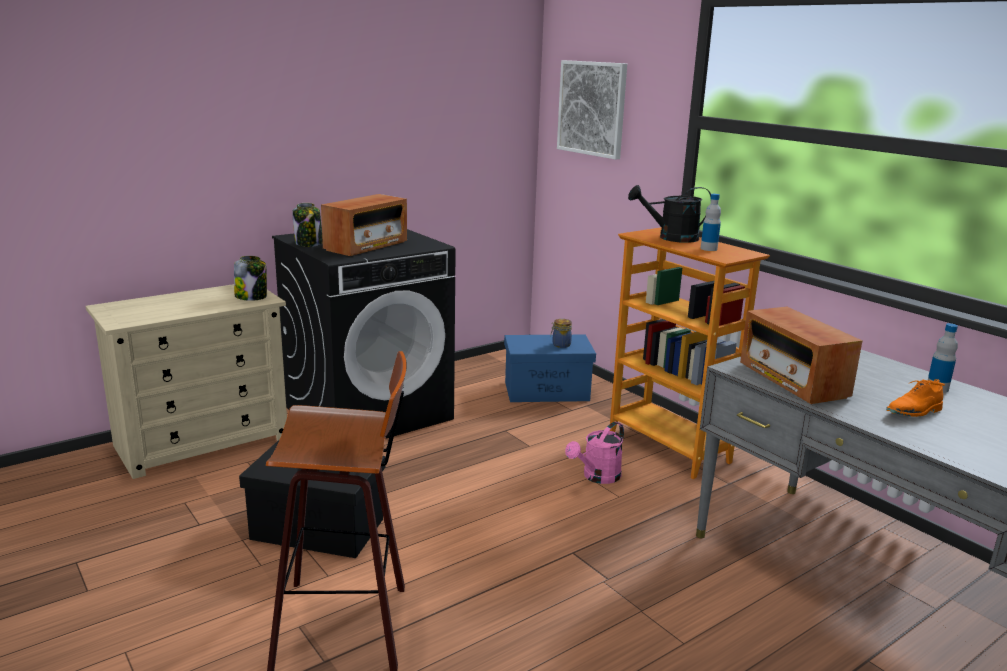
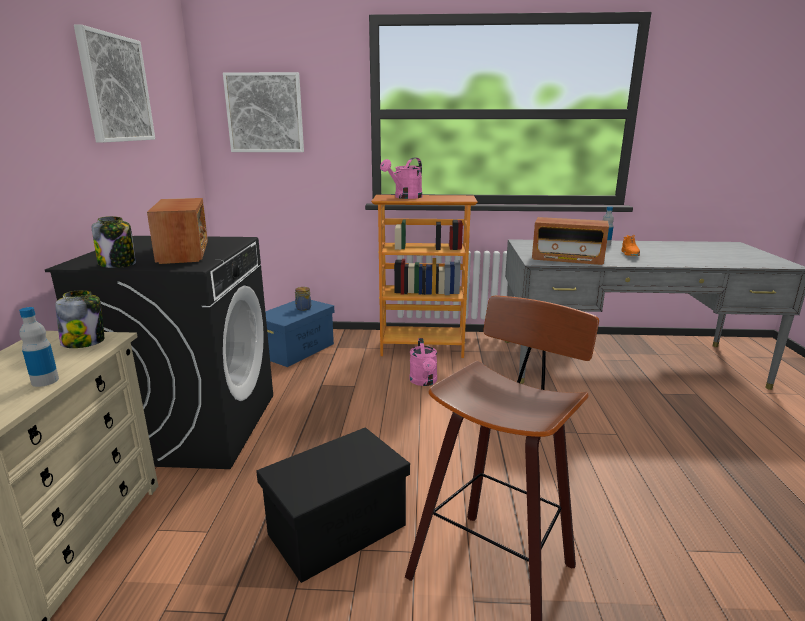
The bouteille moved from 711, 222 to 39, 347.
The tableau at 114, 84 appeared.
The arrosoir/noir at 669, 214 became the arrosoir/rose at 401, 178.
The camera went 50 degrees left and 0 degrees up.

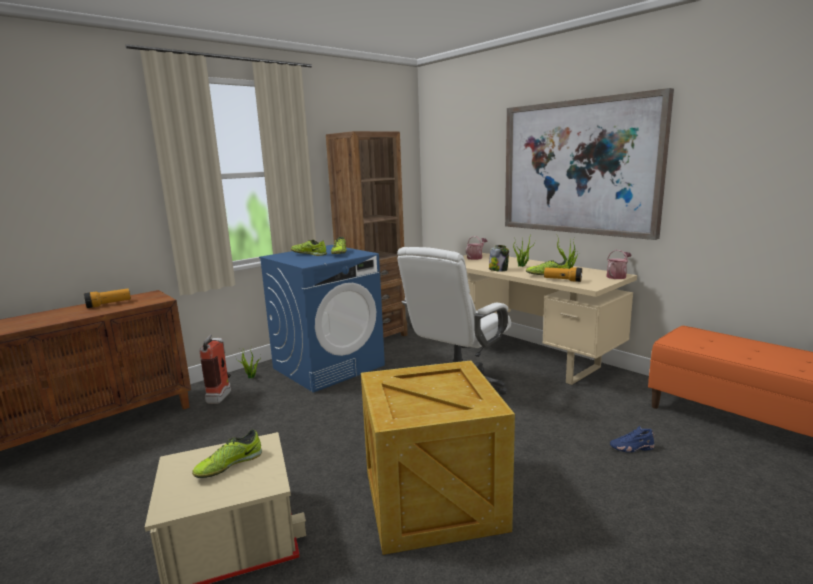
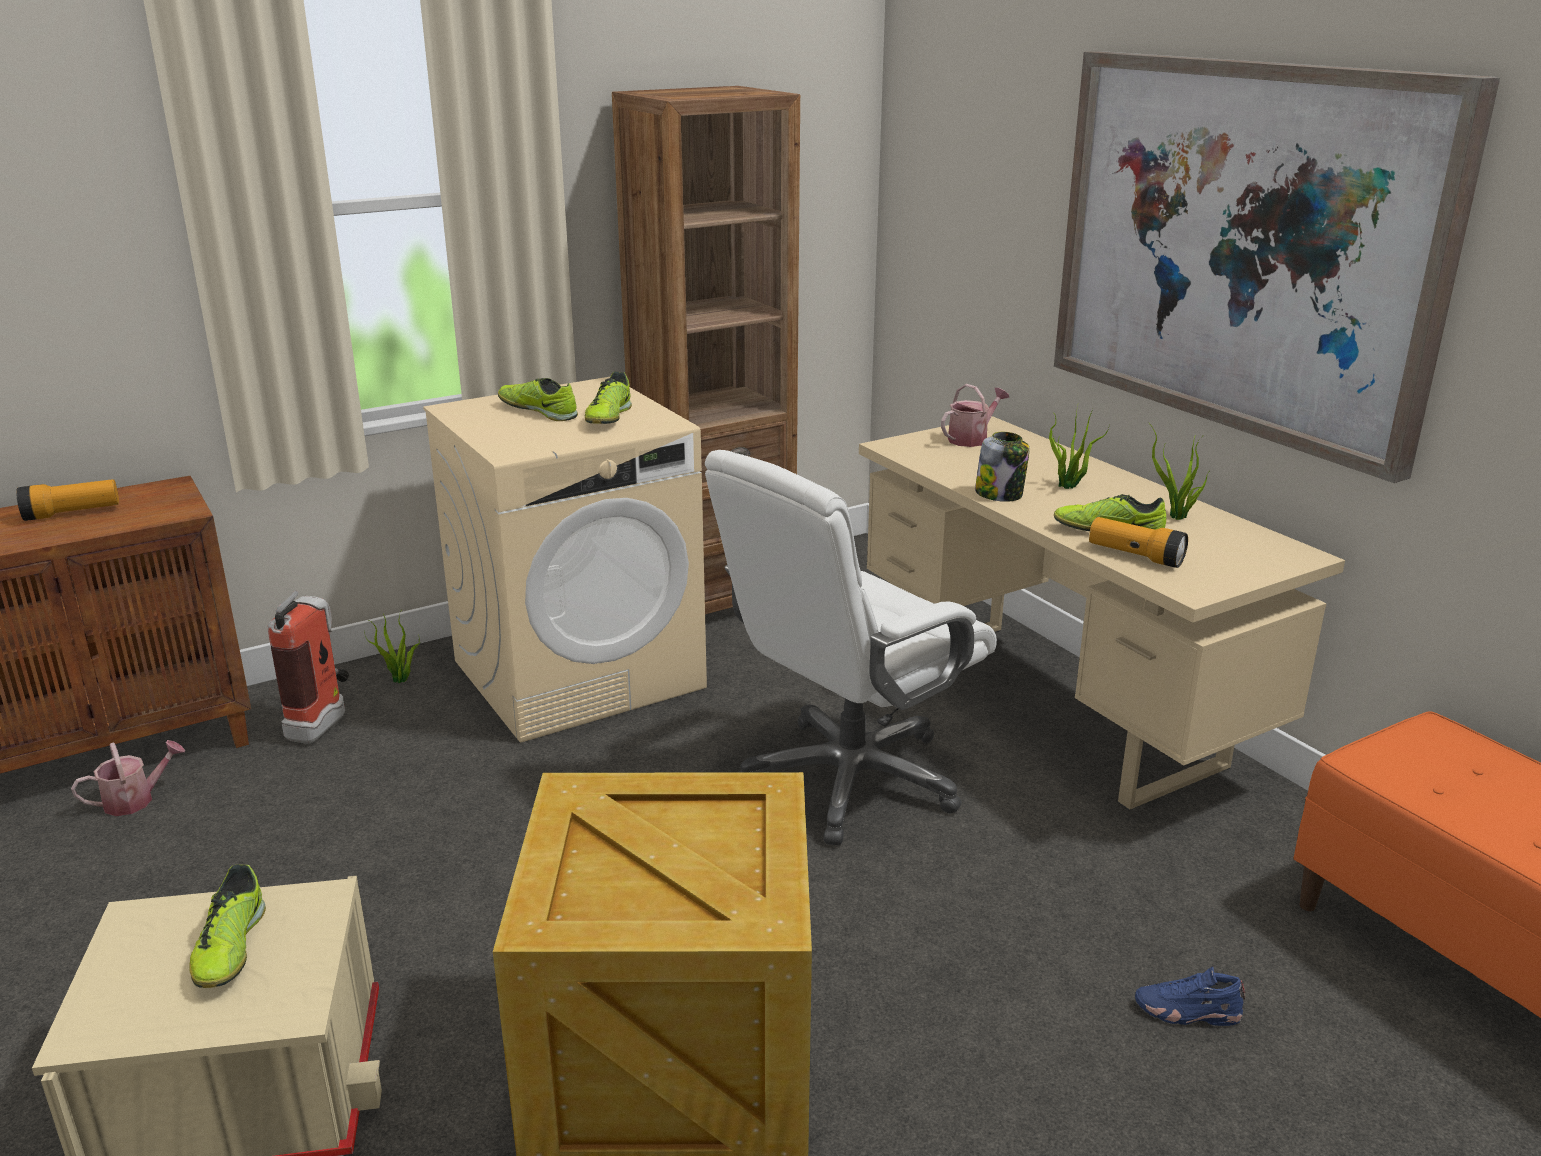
The arrosoir moved from 618, 264 to 128, 778.
The chaussure at 227, 453 turned 60 degrees counterclockwise.
The lave-linge/bleu at 322, 319 became the lave-linge/beige at 565, 560.
The camera went 10 degrees right and 10 degrees up.

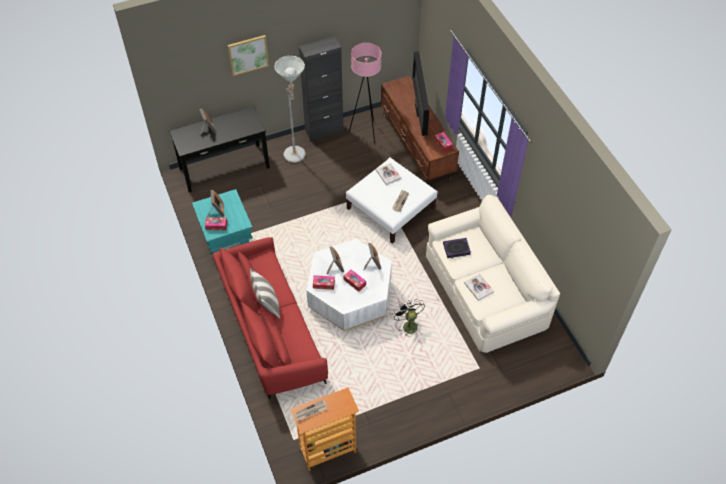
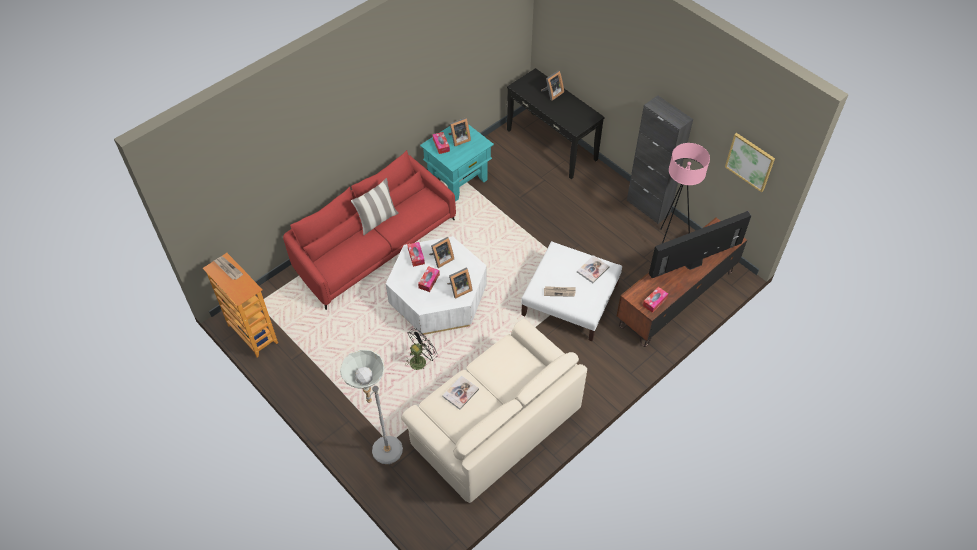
The lampadaire/gris moved from 289, 109 to 371, 407.
The tableau moved from 248, 55 to 750, 162.
The livre at 457, 248 disappeared.
The camera went 70 degrees right and 0 degrees up.

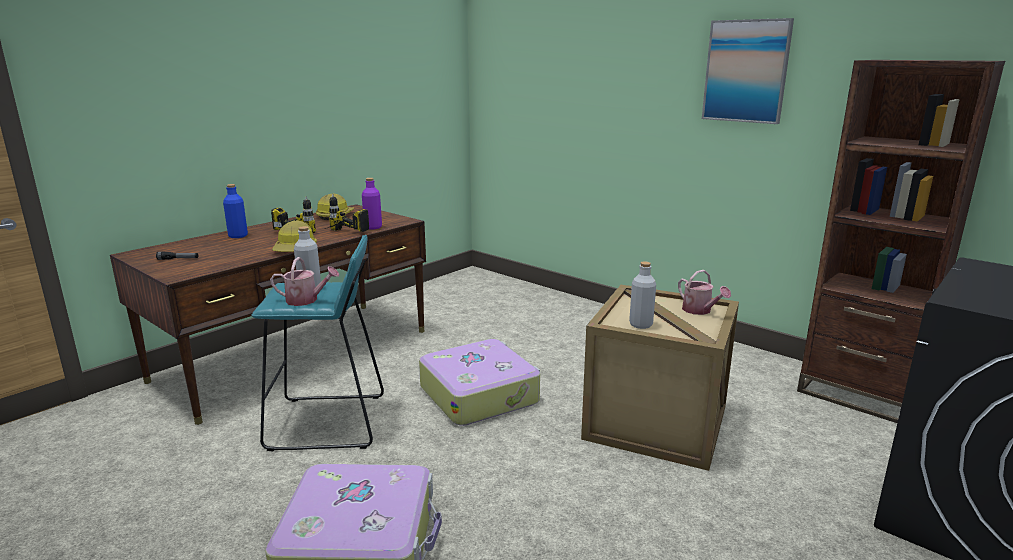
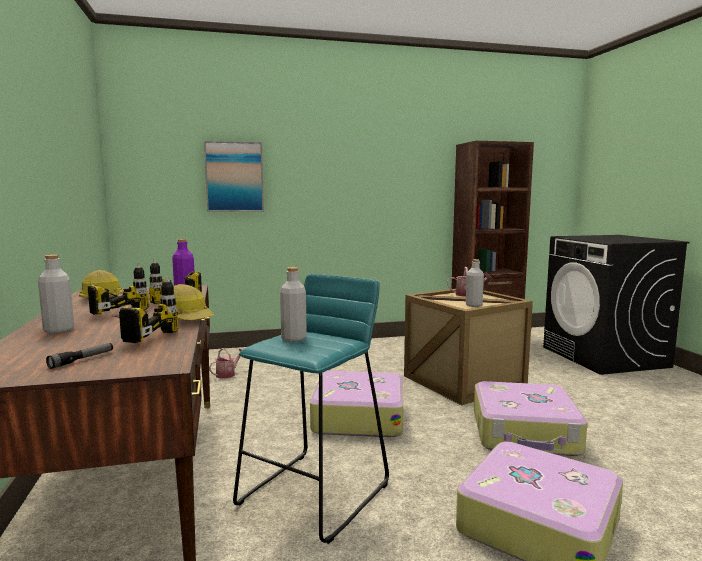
The bouteille/bleu at 235, 211 became the bouteille/gris at 56, 294.
The perceuse at 145, 309 appeared.
The tableau moved from 748, 71 to 234, 176.
The arrosoir moved from 304, 281 to 225, 363.
The valise at 531, 418 appeared.
The camera went 55 degrees left and 10 degrees down.

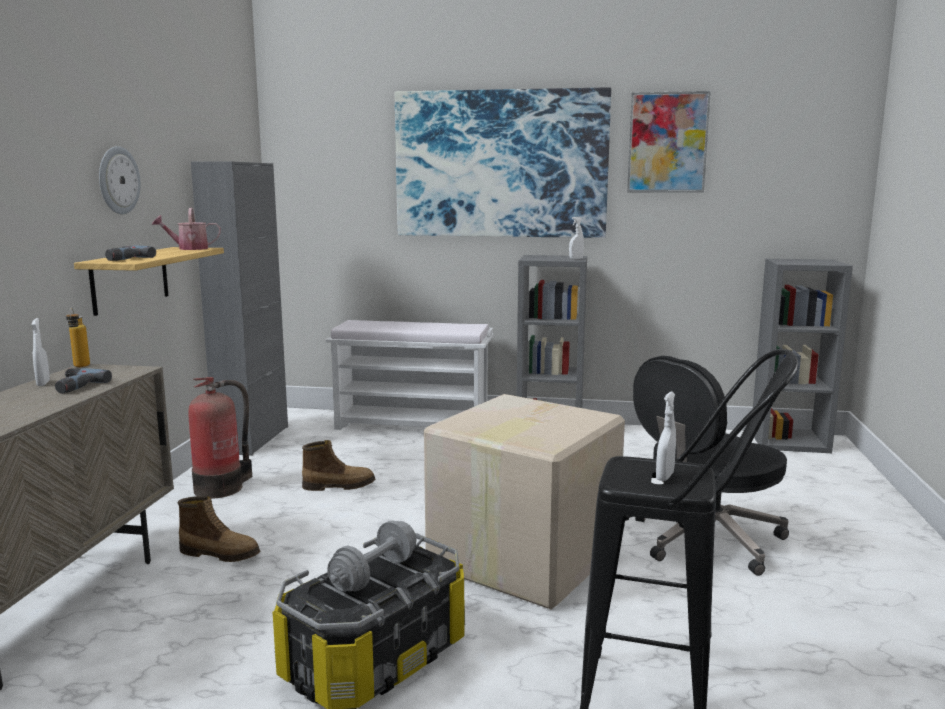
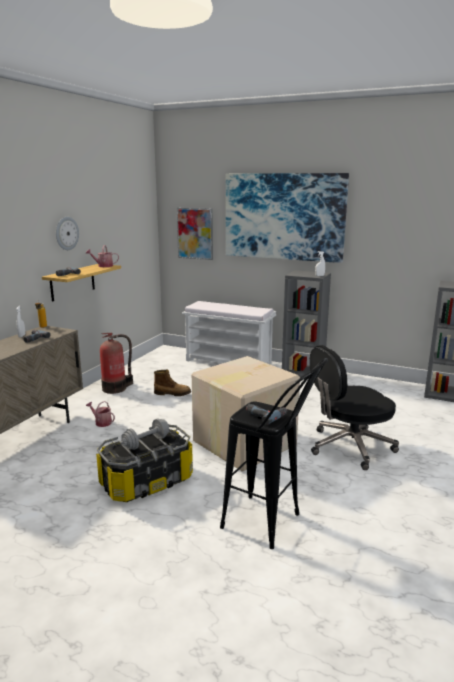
The botte at 218, 529 was replaced by the arrosoir at 100, 414.
The tableau moved from 669, 142 to 195, 234.
The vaporisateur/blanc at 666, 436 was replaced by the perceuse at 266, 414.
The meuble de rangement/gris at 239, 308 disappeared.
The camera went 15 degrees right and 5 degrees up.

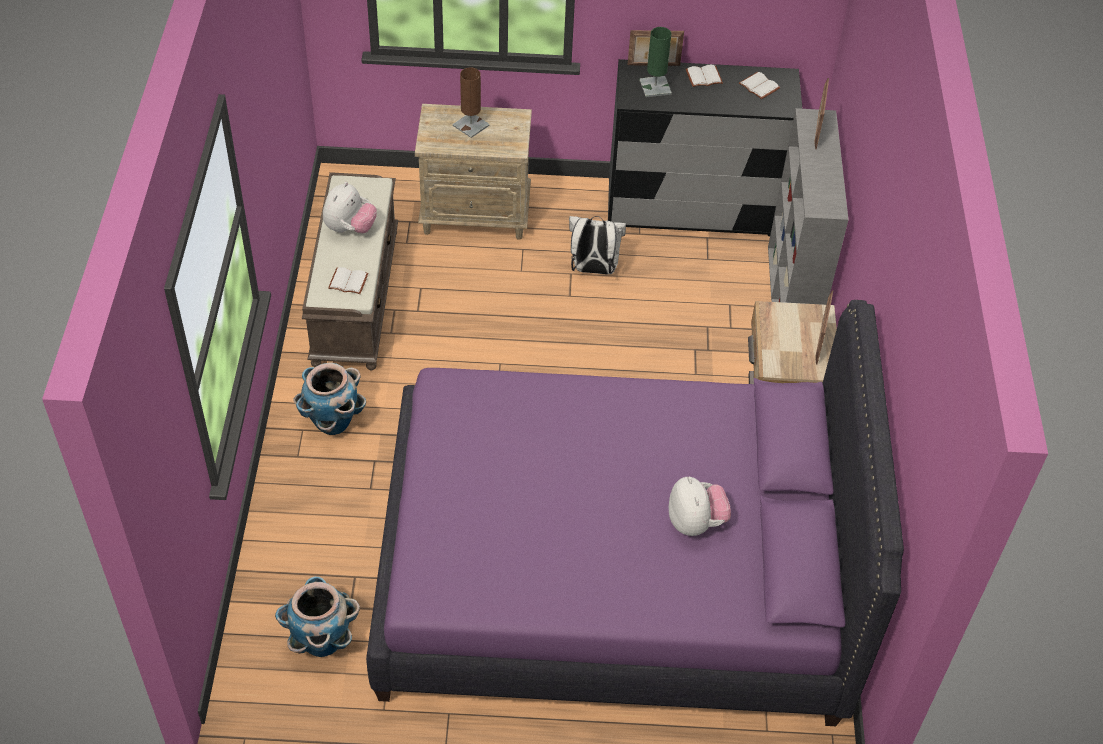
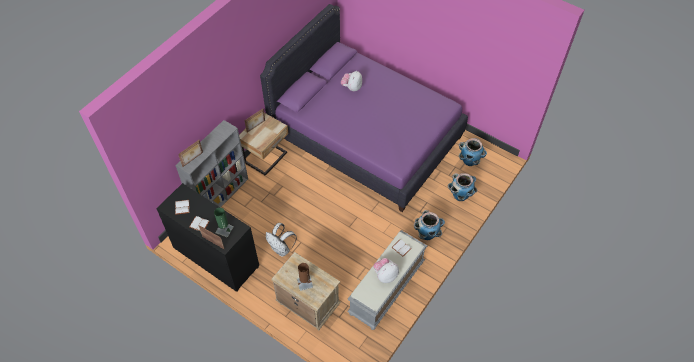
The banc/marron at 350, 271 became the banc/gris at 387, 280.
The cache-pot at 462, 187 appeared.
The camera went 145 degrees left and 5 degrees up.

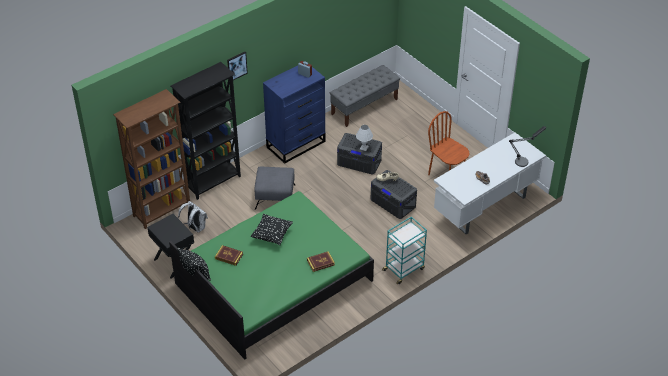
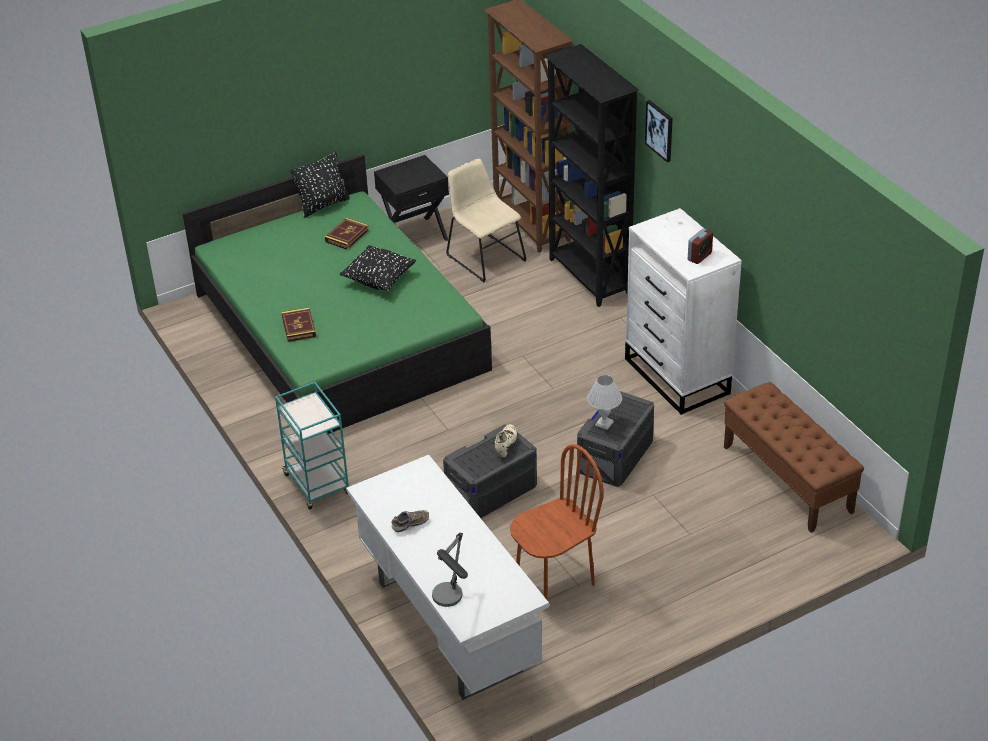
The sac à dos/blanc at 193, 217 was replaced by the chaise/beige at 486, 220.
The commode/bleu at 294, 115 became the commode/blanc at 683, 311.
The banc/gris at 365, 96 became the banc/marron at 794, 457.
The pouf/gris at 274, 188 disappeared.
The camera went 100 degrees right and 5 degrees down.

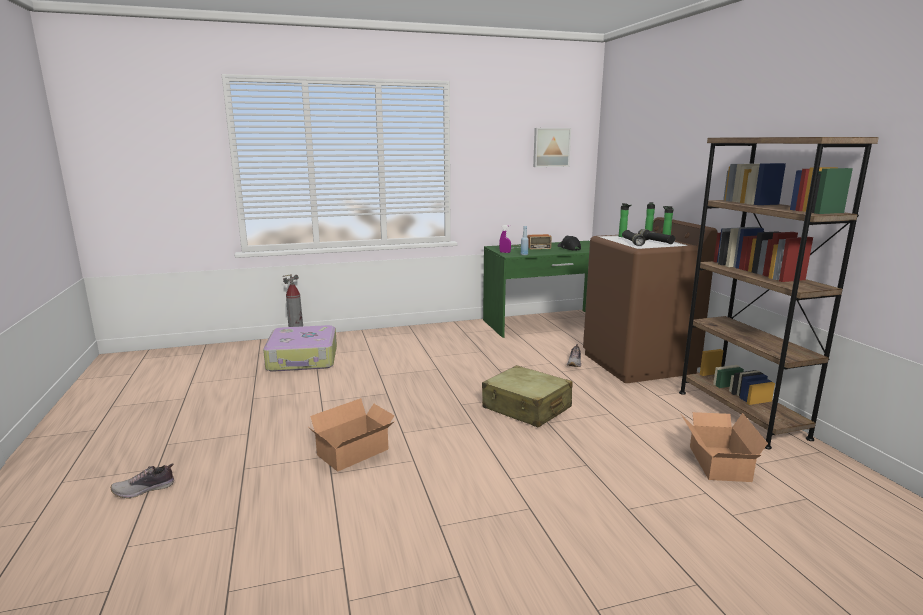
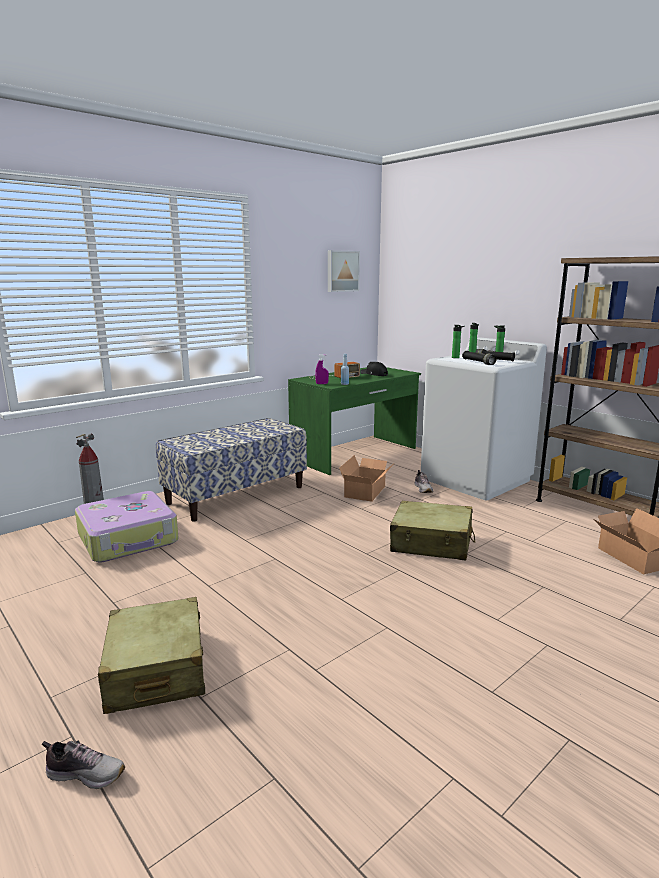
The chaussure at 142, 480 turned 120 degrees counterclockwise.
The valise/beige at 151, 655 appeared.
The banc at 231, 470 appeared.
The carton moved from 352, 434 to 367, 478.
The lave-linge/marron at 650, 300 became the lave-linge/blanc at 484, 419.
The camera went 25 degrees left and 0 degrees up.

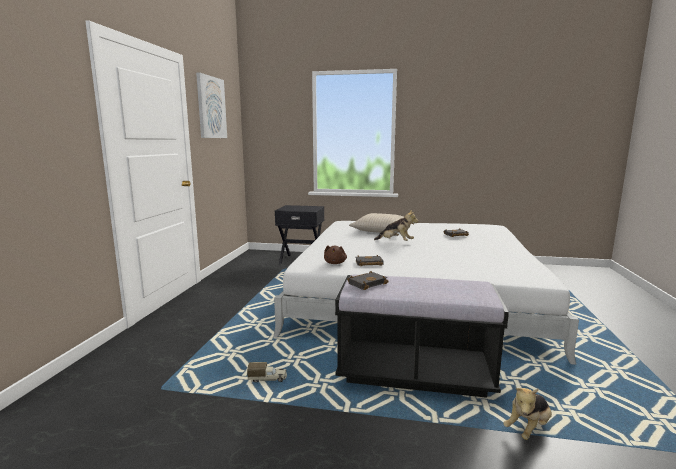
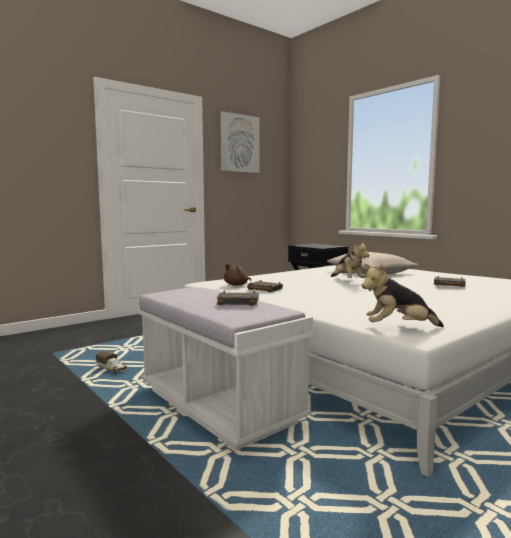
The banc/noir at 422, 336 became the banc/blanc at 225, 369.
The livre/noir moved from 368, 280 to 238, 298.
The peluche moved from 527, 414 to 403, 295.
The camera went 40 degrees right and 5 degrees down.

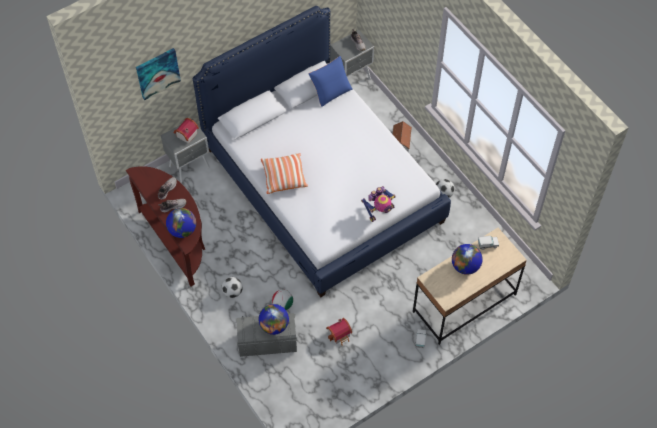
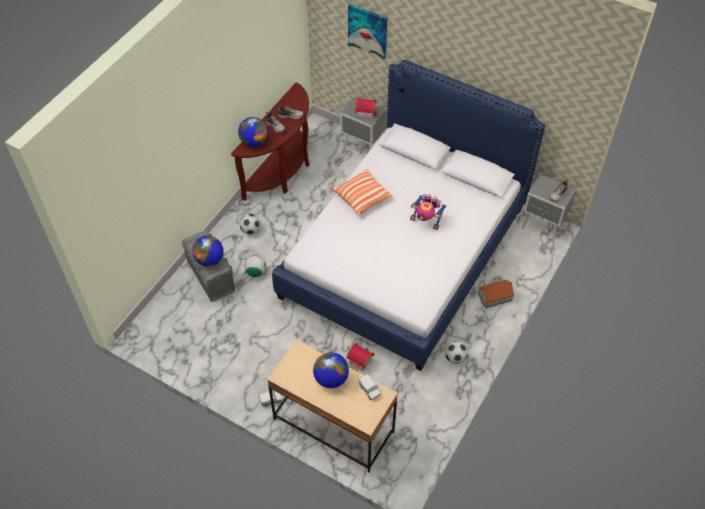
The maison miniature moved from 339, 332 to 360, 357.
The robot jouet moved from 378, 204 to 428, 212.
The coussin/bleu at 330, 81 disappeared.
The camera went 65 degrees right and 5 degrees down.

